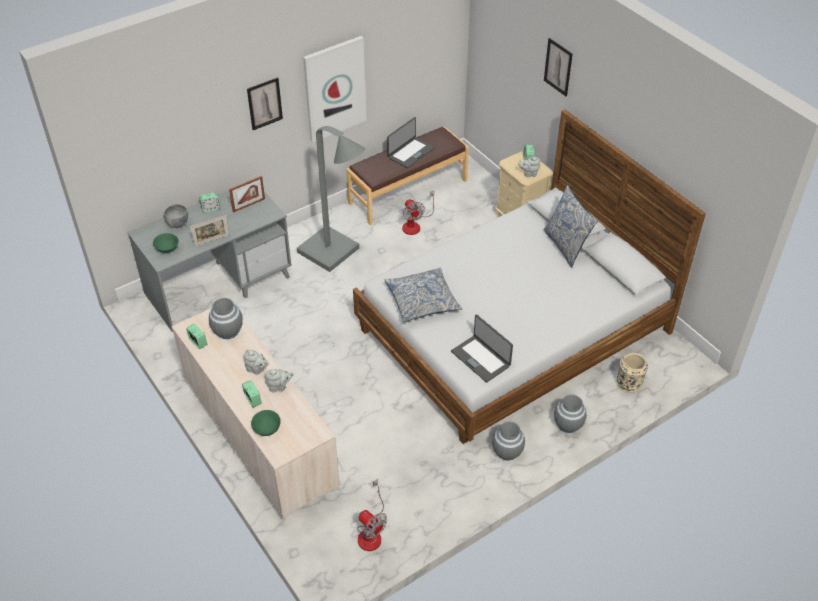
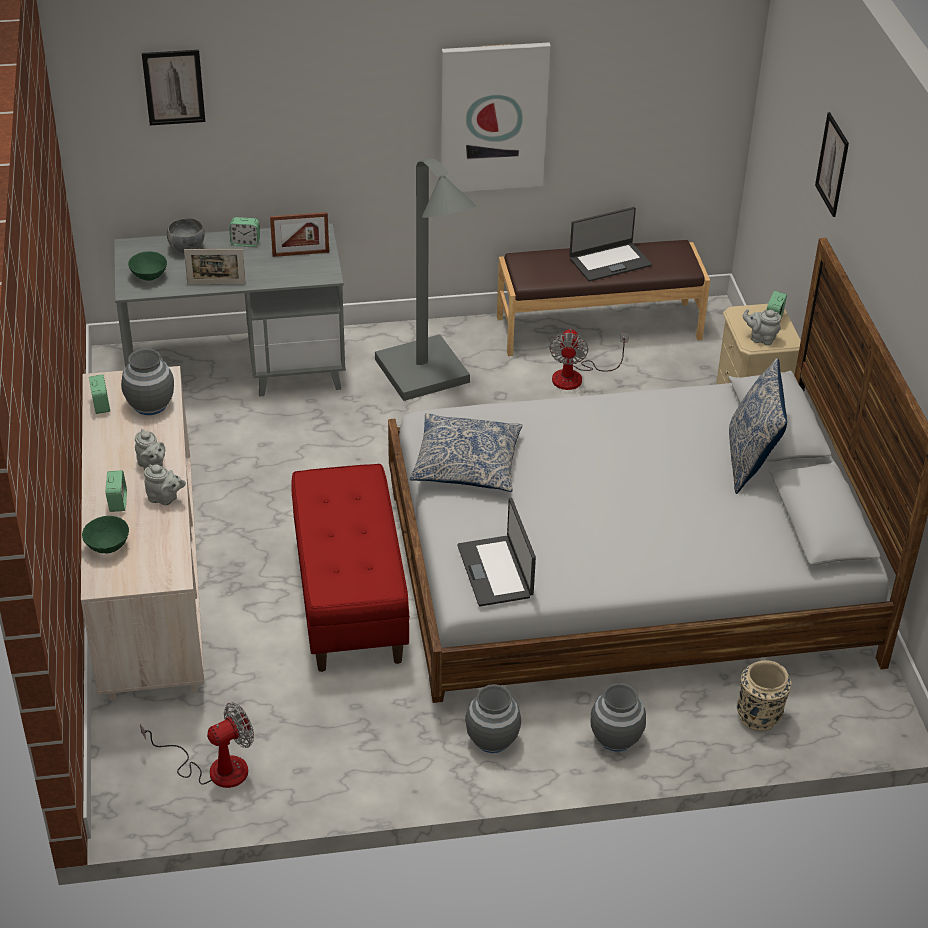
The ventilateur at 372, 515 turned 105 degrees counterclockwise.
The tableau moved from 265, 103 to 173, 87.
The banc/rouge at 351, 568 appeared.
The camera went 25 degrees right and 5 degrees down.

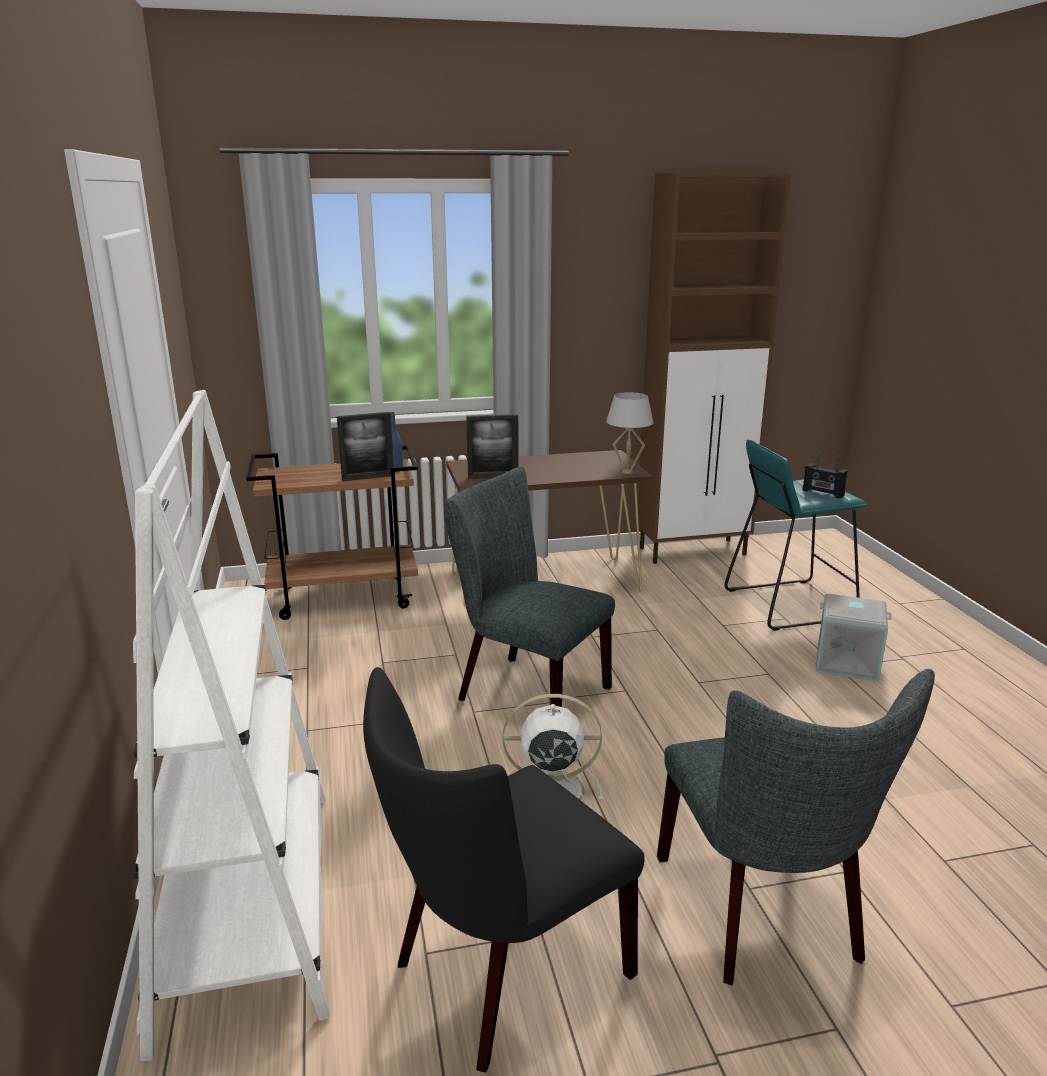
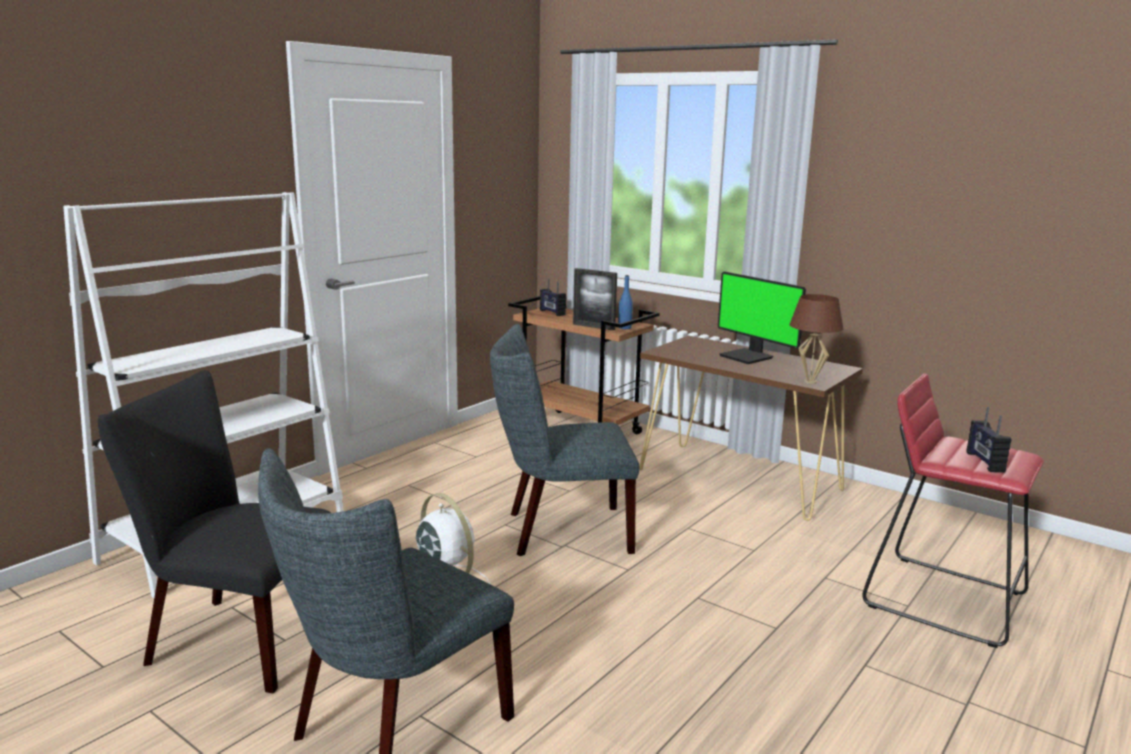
The chaise/gris at 529, 587 turned 90 degrees counterclockwise.
The radio at 553, 297 appeared.
The écran d'ordinateur at 762, 317 appeared.
The lampe de table/blanc at 629, 433 became the lampe de table/marron at 816, 339.
The tabouret/turquoise at 796, 535 became the tabouret/rouge at 953, 510.
The cadre photo at 492, 446 disappeared.
The meuble de rangement/marron at 715, 368 disappeared.
The boîte de rangement/gris at 854, 638 disappeared.
The camera went 50 degrees right and 5 degrees down.

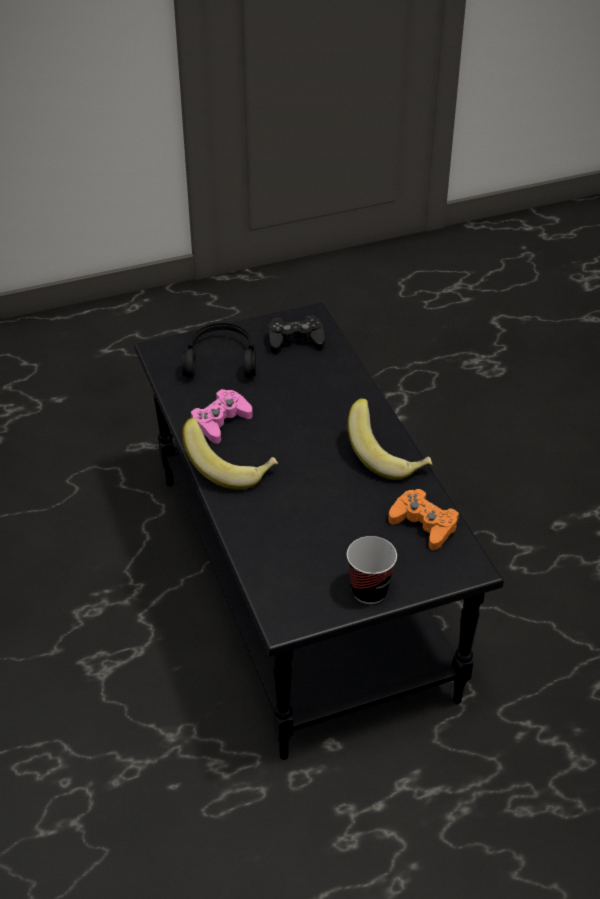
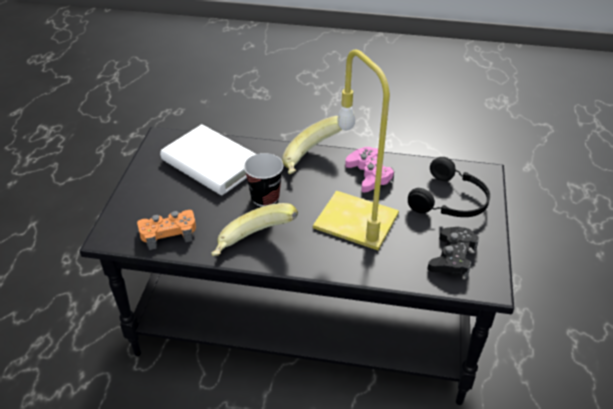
The livre/blanc at 208, 160 appeared.
The tasse moved from 372, 570 to 263, 180.
The lampe de table/jaune at 356, 150 appeared.
The camera went 120 degrees right and 0 degrees up.

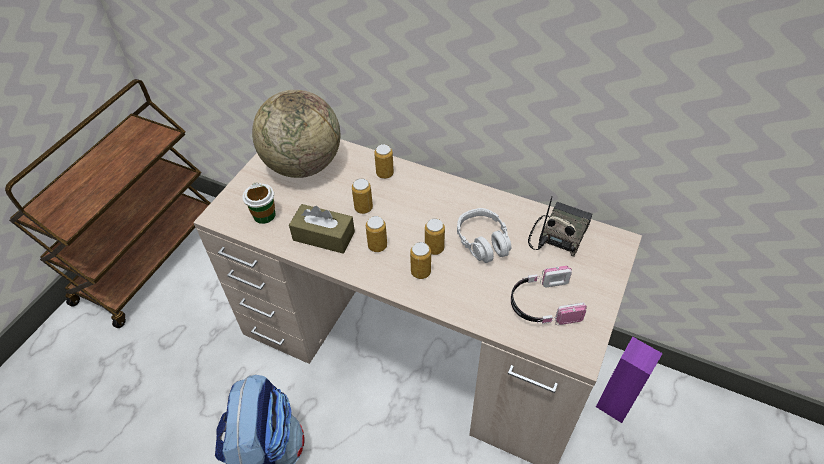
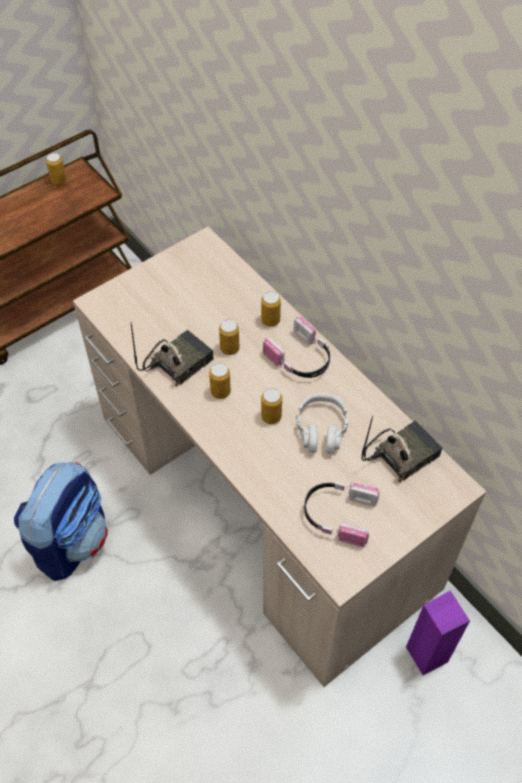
The boîte métallique moved from 420, 260 to 56, 168.
The boîte à mouchoirs/marron at 322, 229 was replaced by the radio at 172, 354.
The casque audio at 296, 347 appeared.
The tasse at 258, 203 disappeared.
The globe at 296, 134 disappeared.
The camera went 25 degrees right and 5 degrees up.

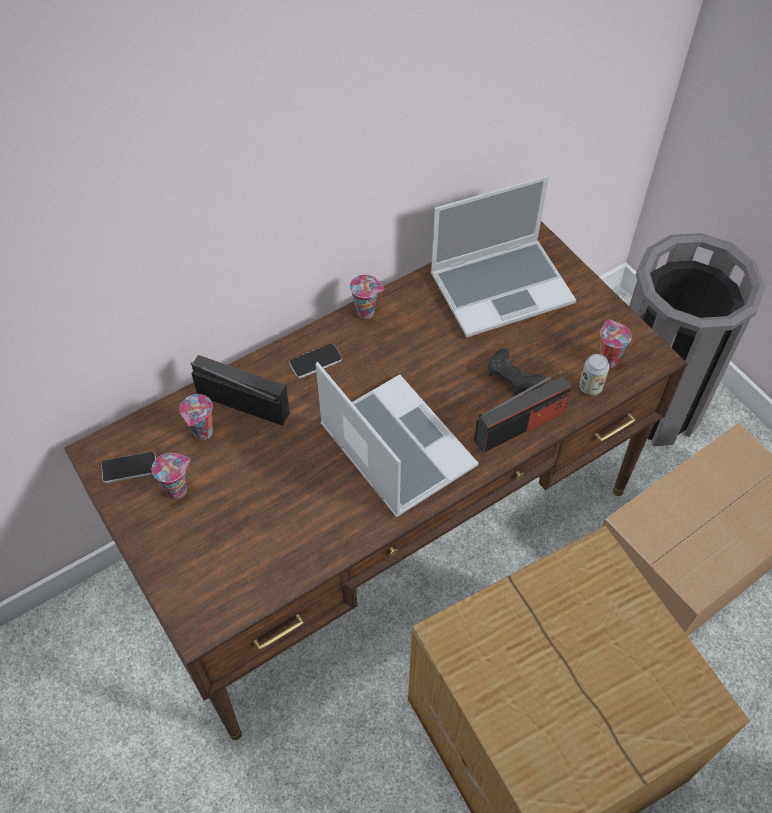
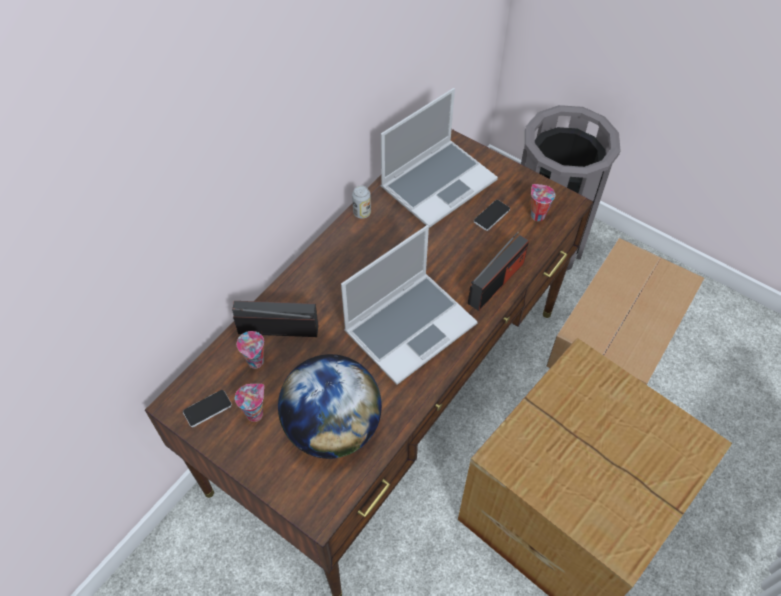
The globe at 330, 406 appeared.
The ordinateur portable at 397, 439 turned 105 degrees clockwise.
The boîte métallique moved from 594, 374 to 361, 202.
The téléphone moved from 315, 361 to 492, 215.
The tasse at 367, 297 disappeared.
The manette/noir at 517, 371 disappeared.
The camera went 20 degrees left and 0 degrees up.

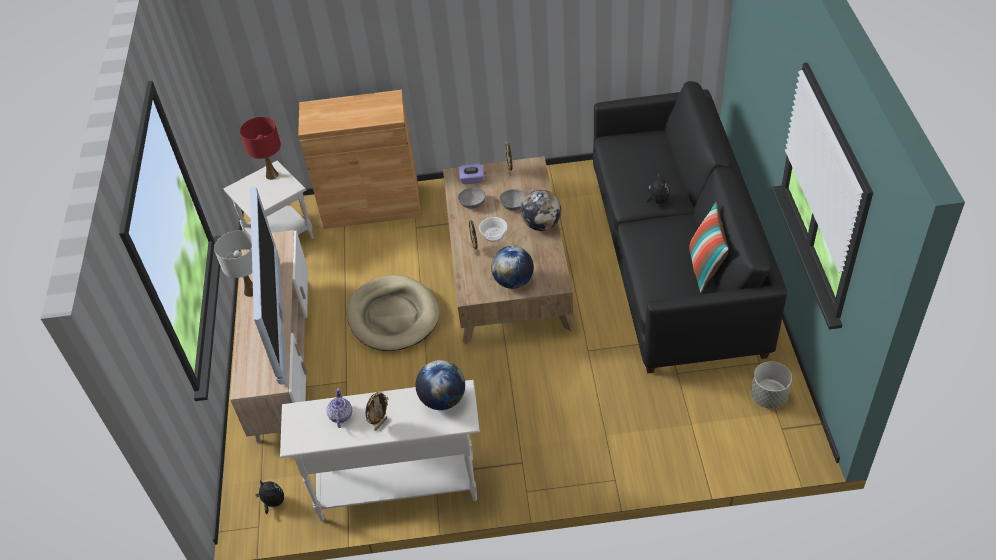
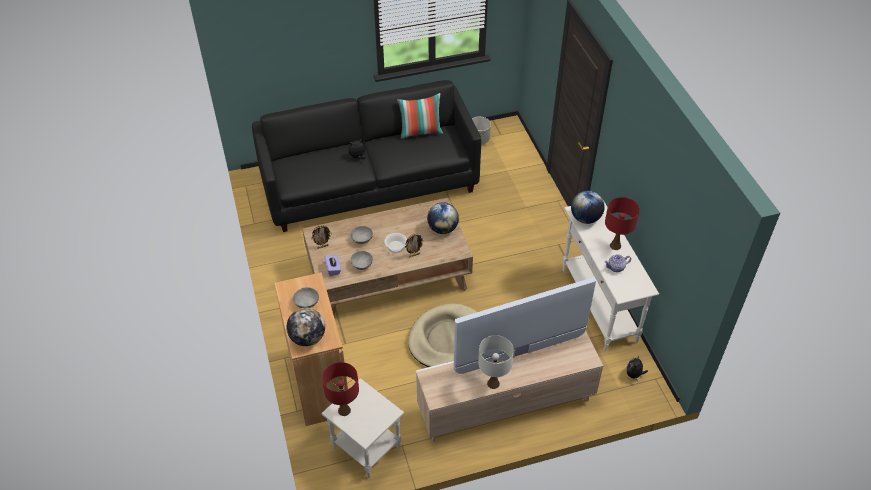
The globe moved from 541, 210 to 306, 327.
The bol/gris at 306, 297 appeared.
The cadre photo at 377, 411 was replaced by the lampe de table/rouge at 622, 223.
The camera went 105 degrees left and 0 degrees up.

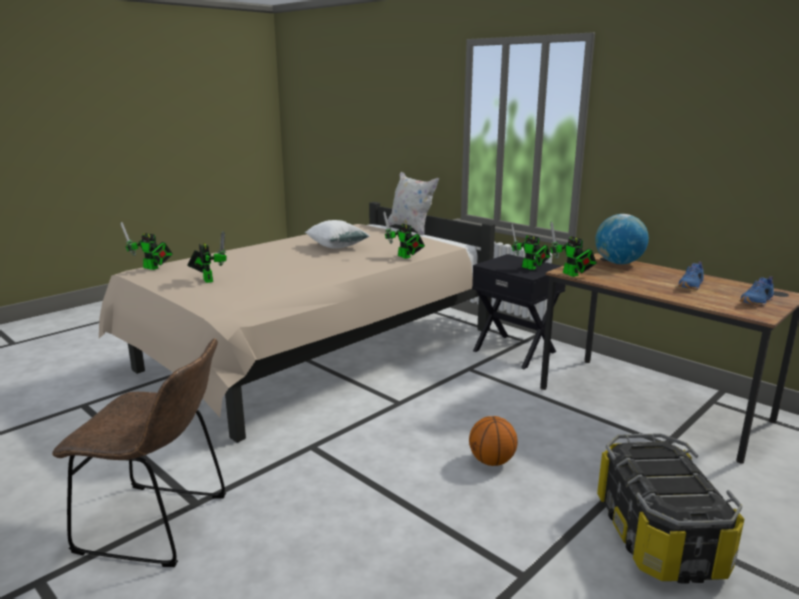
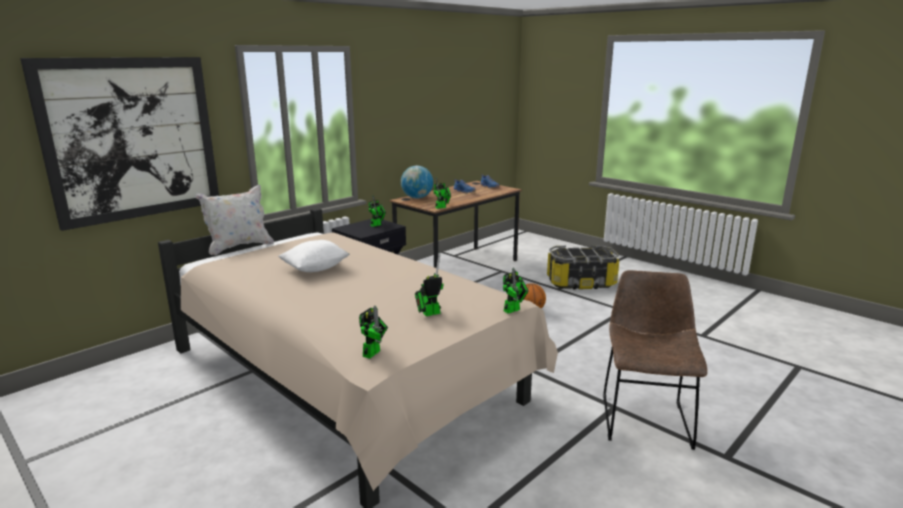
The tableau at 119, 144 appeared.
The robot jouet moved from 404, 235 to 516, 290.
The camera went 90 degrees left and 0 degrees up.

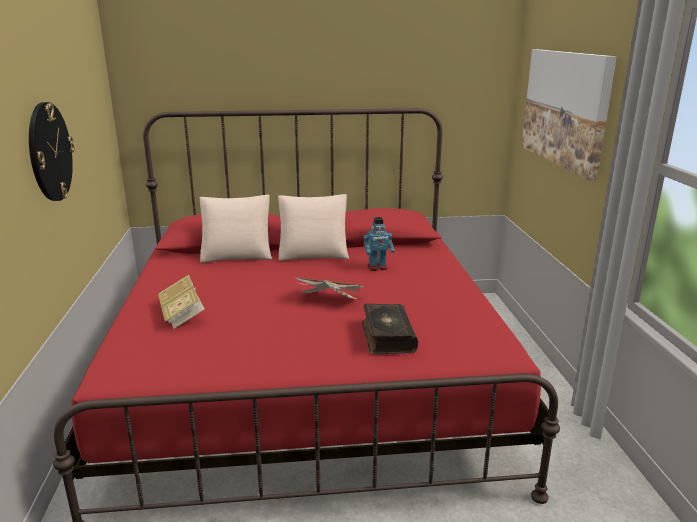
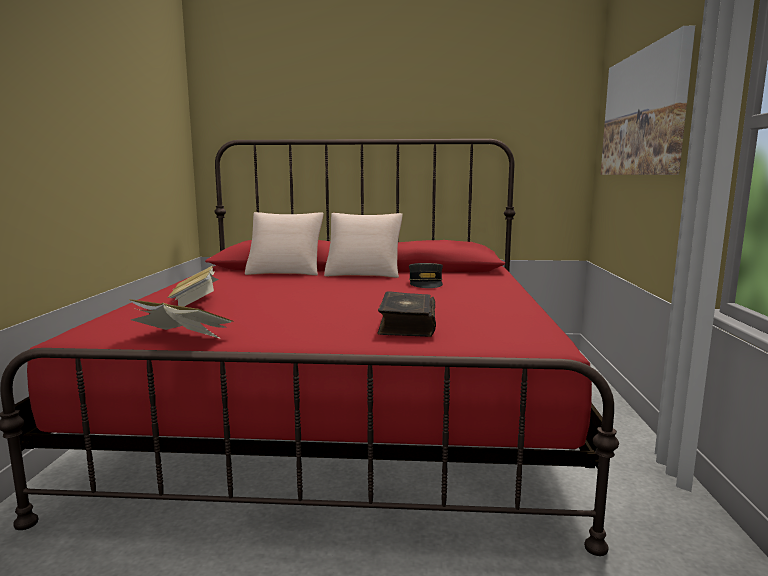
The livre moved from 329, 288 to 181, 319.
The robot jouet at 379, 244 was replaced by the casquette/gris at 426, 275.
The horloge murale at 51, 151 disappeared.
The camera went 10 degrees right and 10 degrees down.

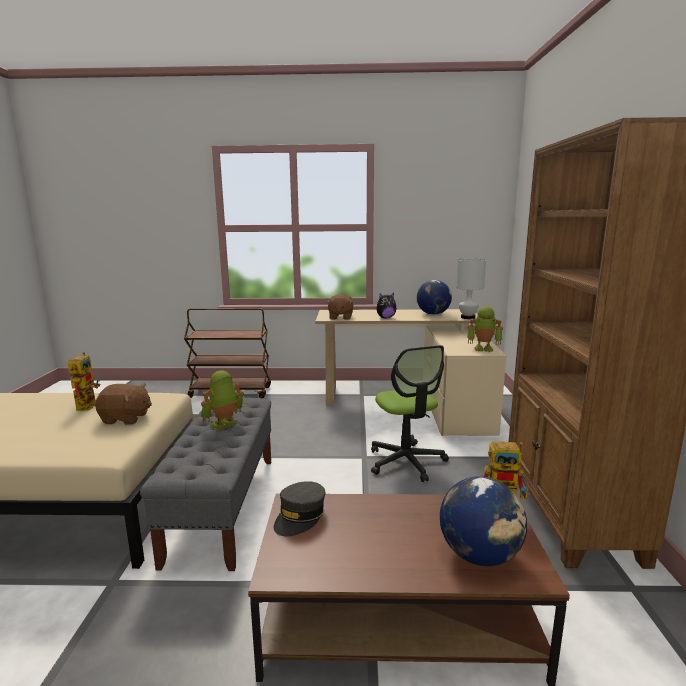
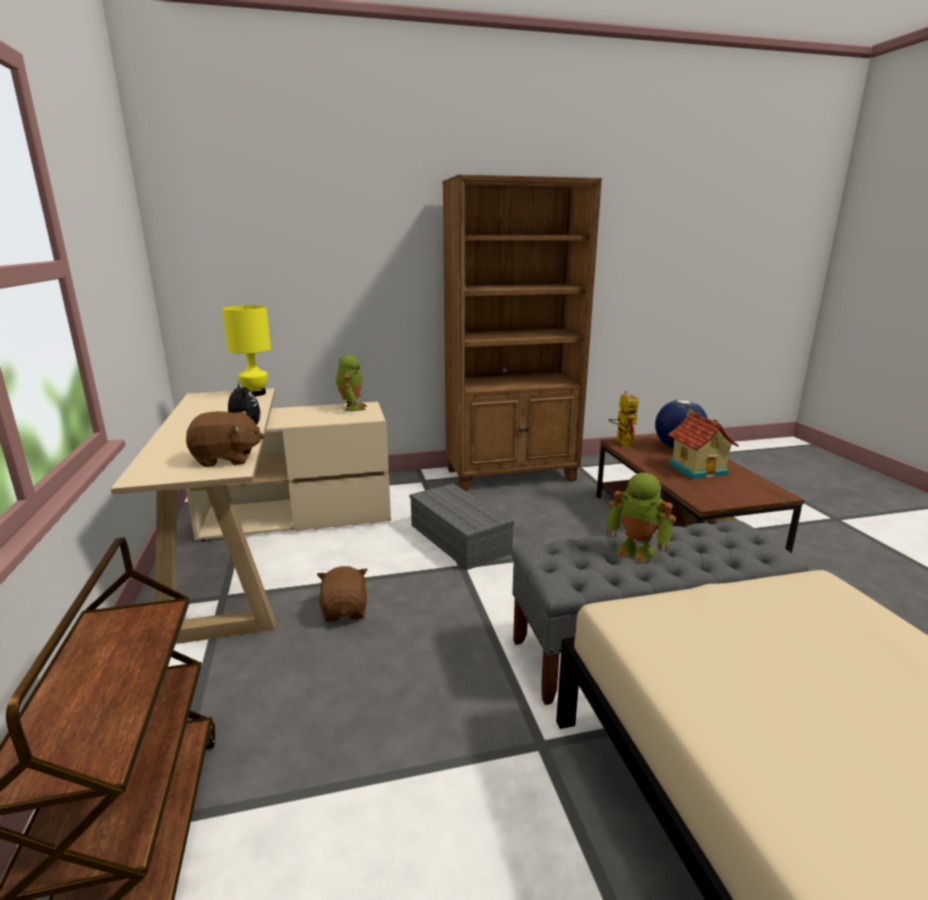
The lampe de table/blanc at 471, 288 became the lampe de table/jaune at 246, 350.
The peluche/marron moved from 123, 404 to 342, 594.
The chaise de bureau at 410, 413 was replaced by the boîte de rangement/gris at 462, 526.
The maison miniature at 703, 445 appeared.
The robot jouet at 84, 381 disappeared.
The casquette/gris at 299, 509 disappeared.
The globe at 434, 297 disappeared.
The camera went 105 degrees left and 5 degrees up.

